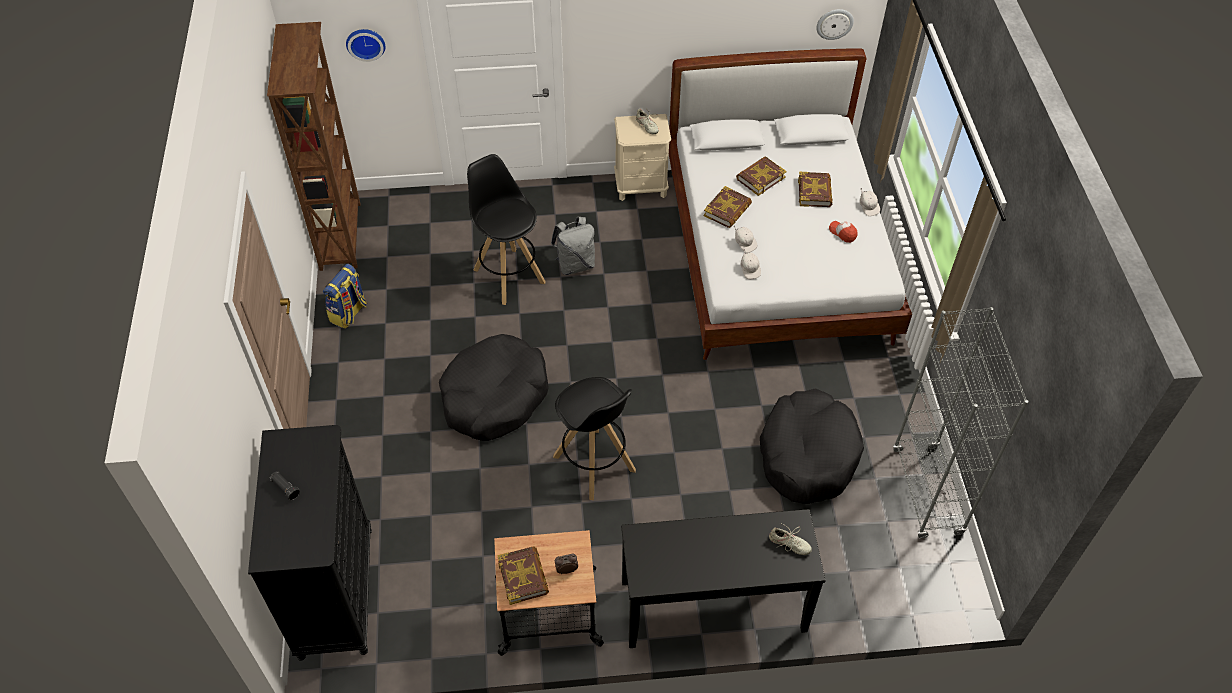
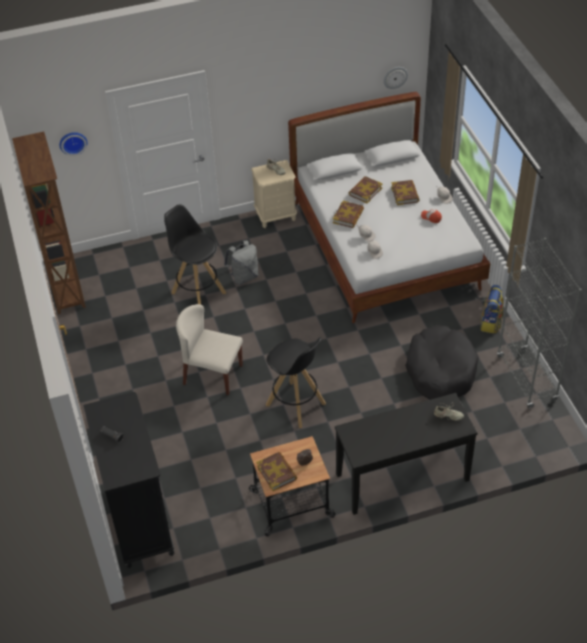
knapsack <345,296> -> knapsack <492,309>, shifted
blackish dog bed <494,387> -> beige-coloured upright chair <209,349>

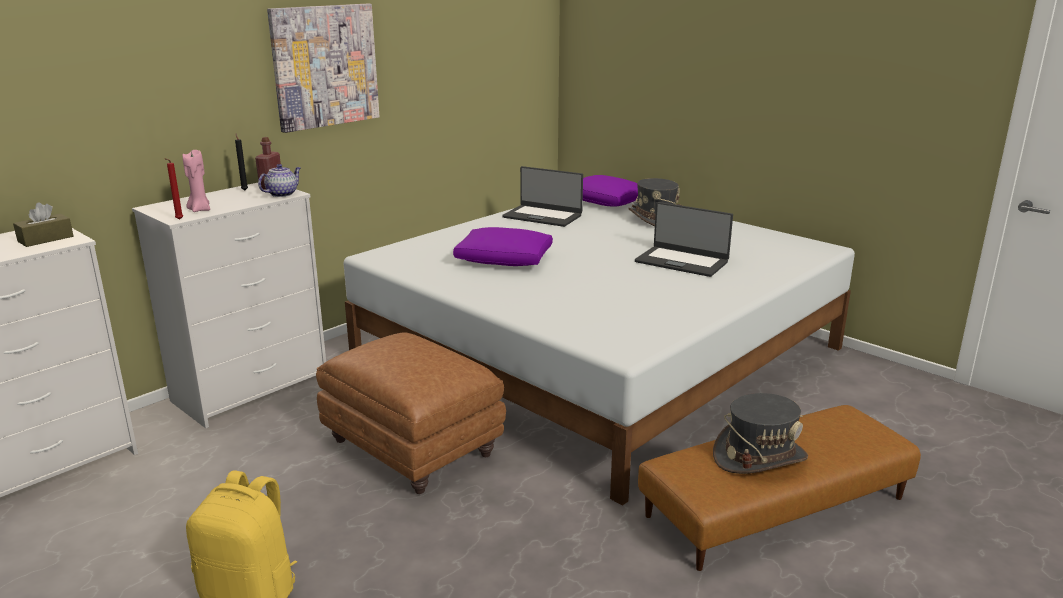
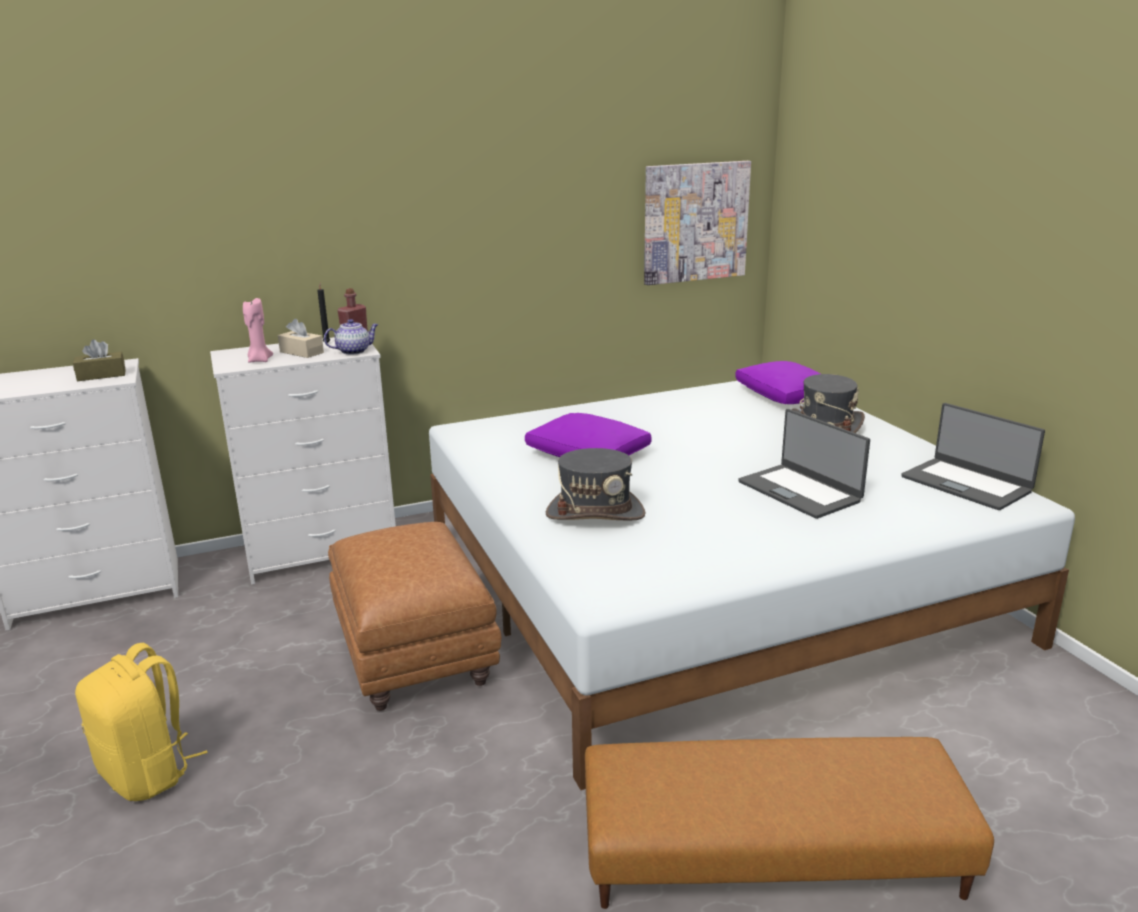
reddish wax candle <173,189> -> none
none -> beige-coloured box of tissues <301,338>
wall picture <323,68> -> wall picture <697,223>, shifted
portable computer <542,196> -> portable computer <973,456>, shifted
gray hat <760,433> -> gray hat <596,484>, shifted

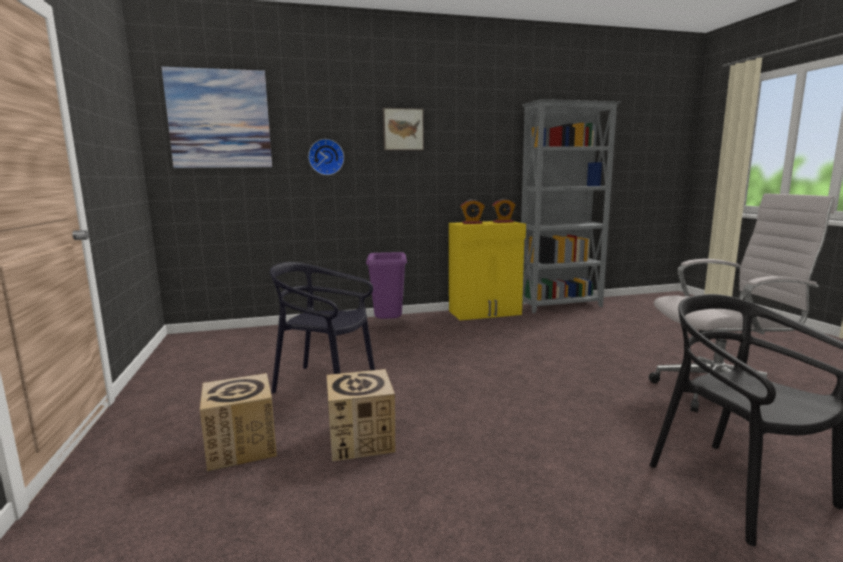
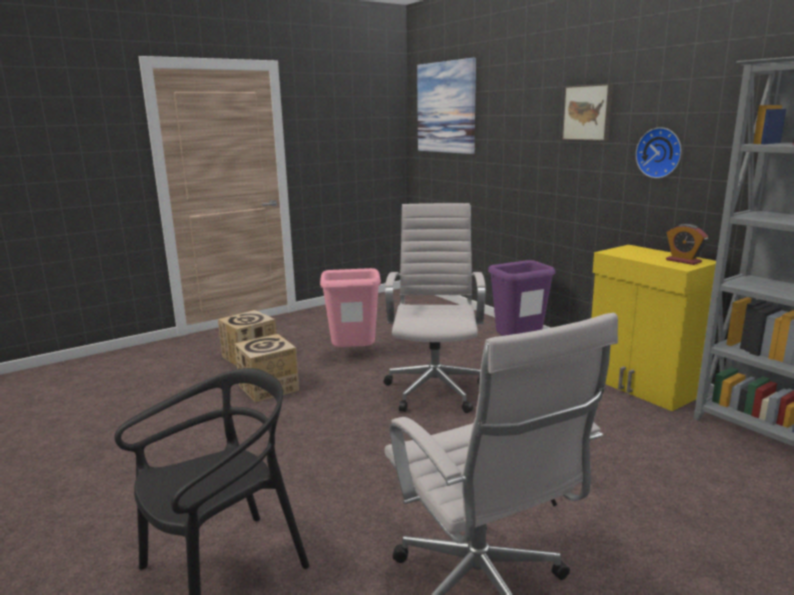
table clock <472,211> -> none
none -> whitish desk chair <435,308>
wall clock <326,157> -> wall clock <659,152>, shifted
blackish upright chair <322,327> -> pinkish waste bin <350,307>

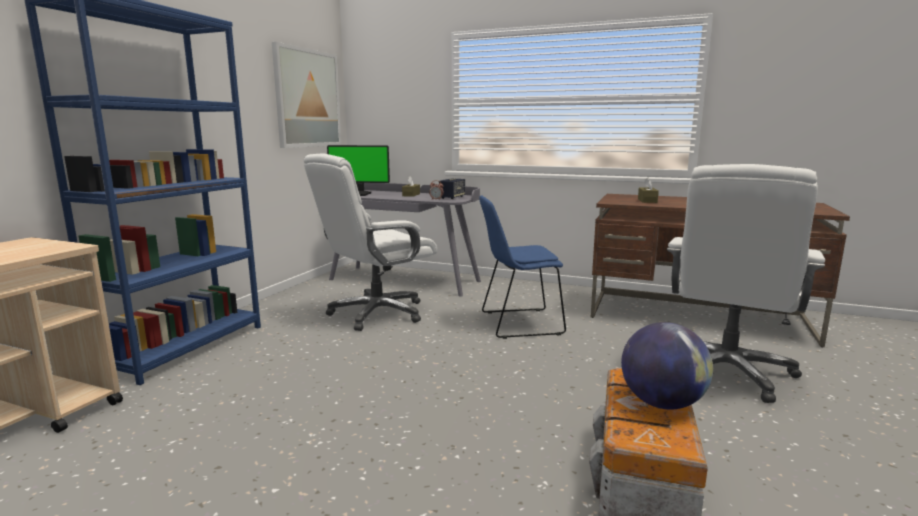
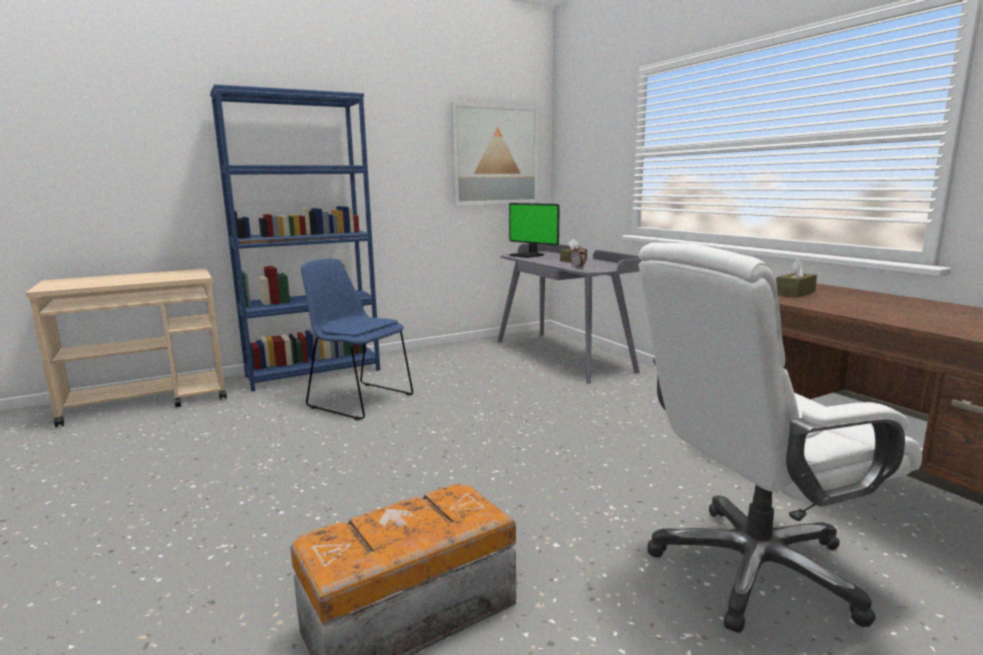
whitish desk chair <370,242> -> none
speaker <452,188> -> none
world globe <667,366> -> none
bluish upright chair <522,267> -> bluish upright chair <357,339>, shifted

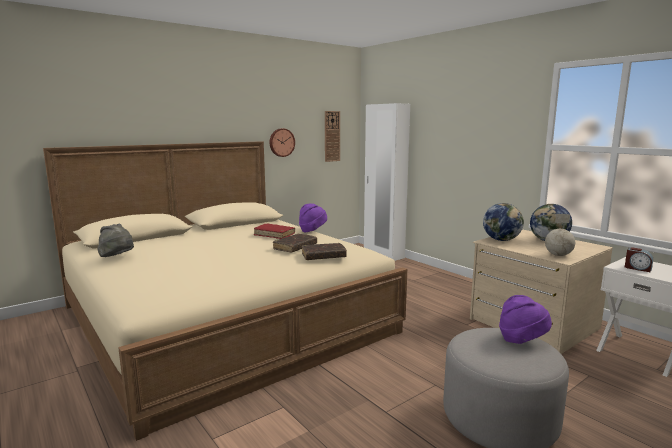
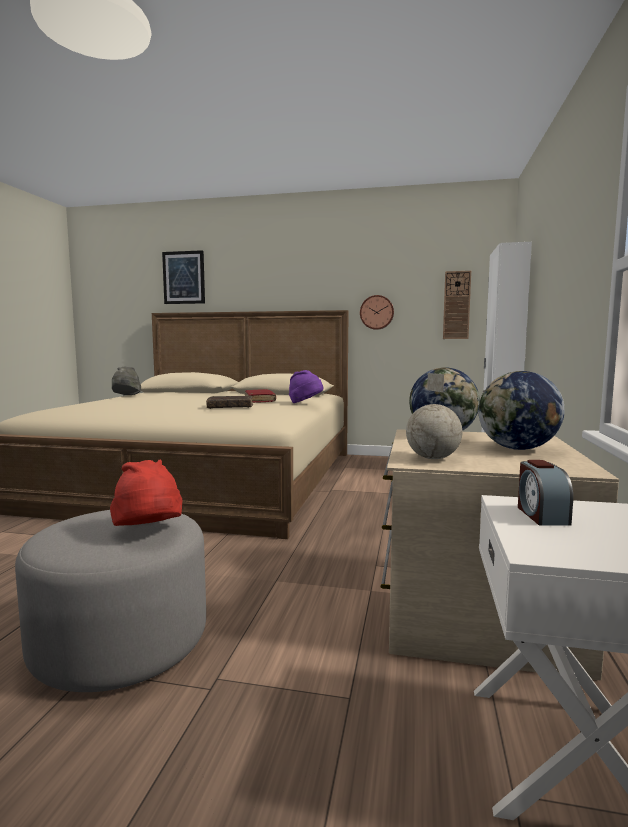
brown-coloured book <324,251> -> none
none -> wall picture <183,277>
purple-coloured hat <525,319> -> reddish hat <146,493>

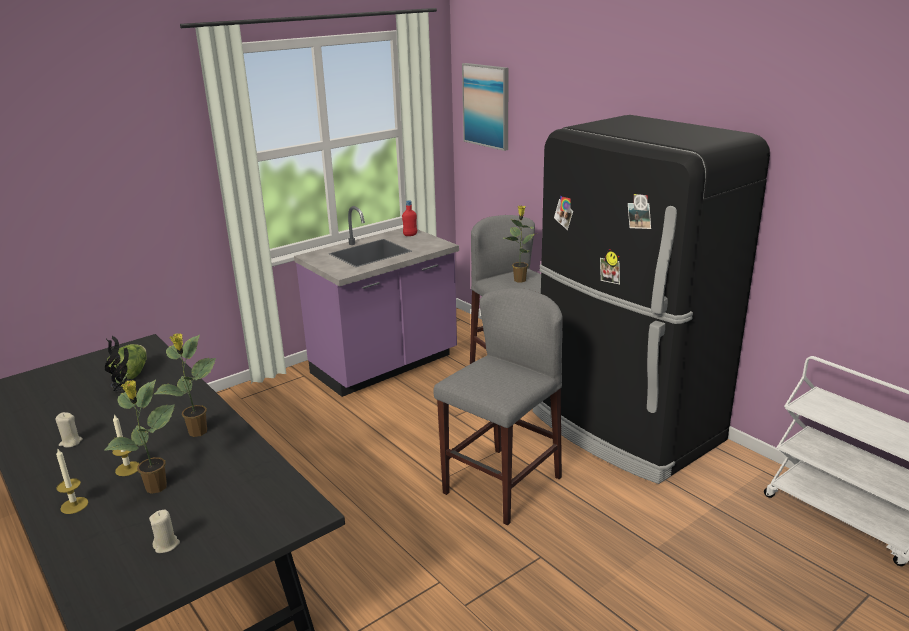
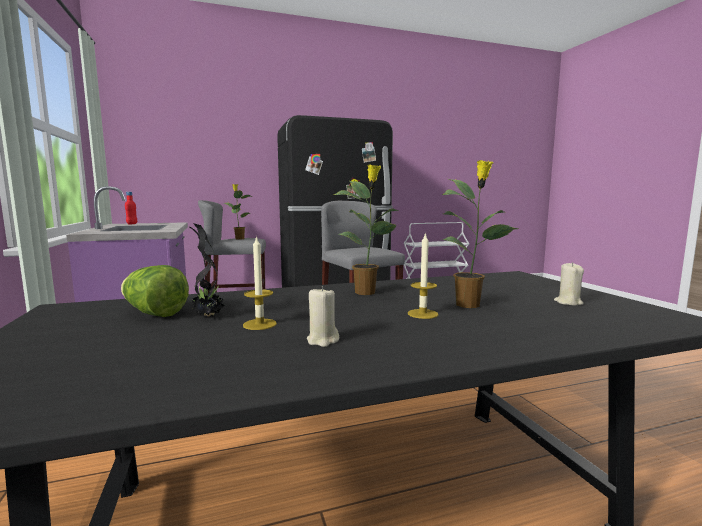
wall picture <485,107> -> none
wax candle <72,481> -> wax candle <260,282>, shifted

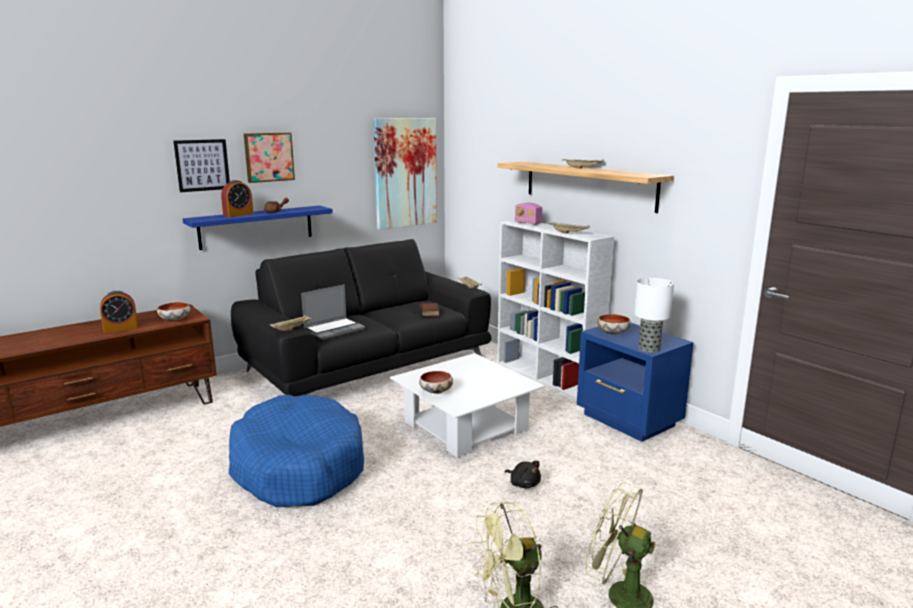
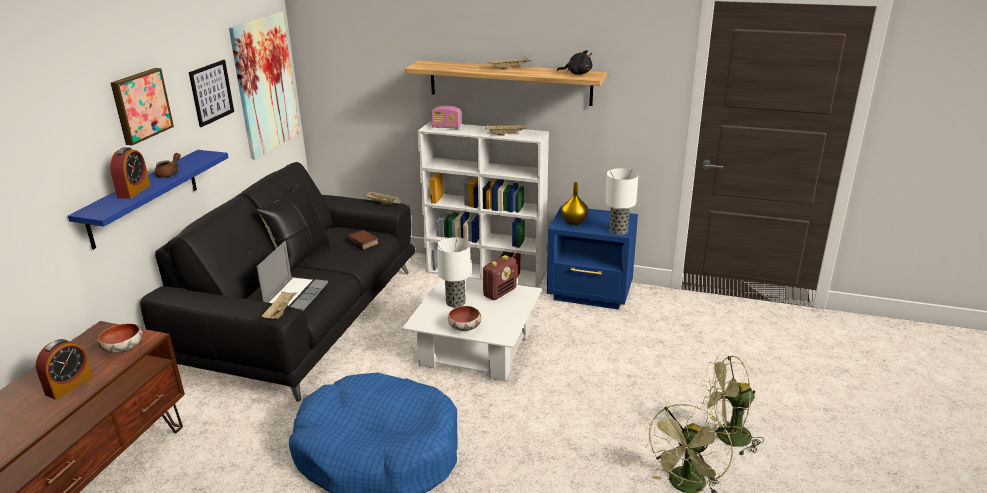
none -> blackish cushion <293,227>
none -> tabletop lamp <454,272>
none -> radio receiver <499,277>
wall picture <201,165> -> wall picture <211,93>, shifted
blackish cuddly toy <523,474> -> blackish cuddly toy <574,62>, shifted
deep dish <614,324> -> yellowish vase <575,203>

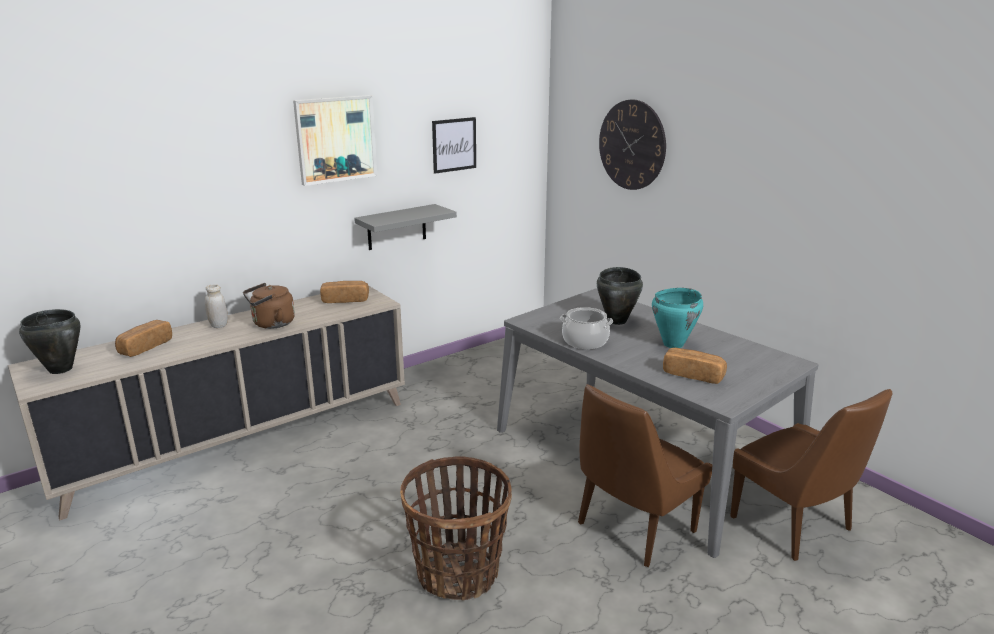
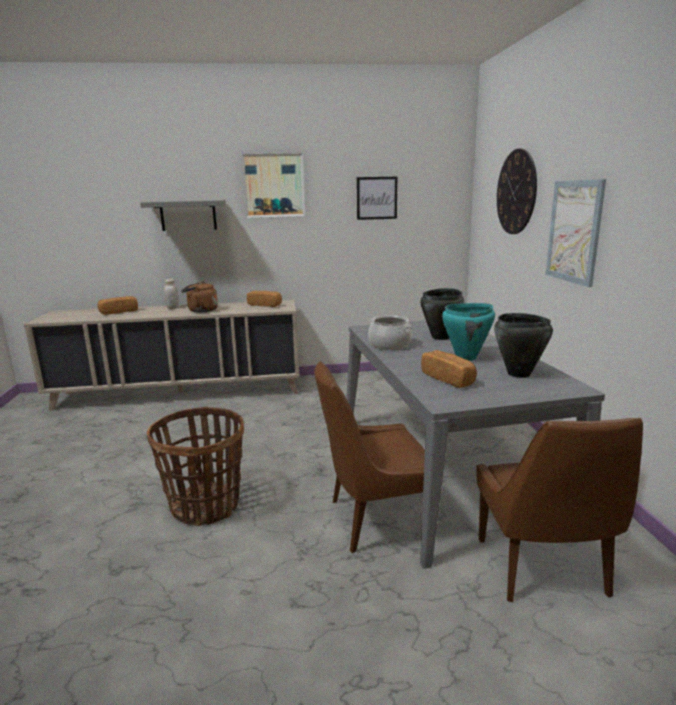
none -> wall picture <576,233>
blackish cooking pot <49,341> -> blackish cooking pot <523,345>, shifted
gray wall shelf <405,227> -> gray wall shelf <182,215>, shifted

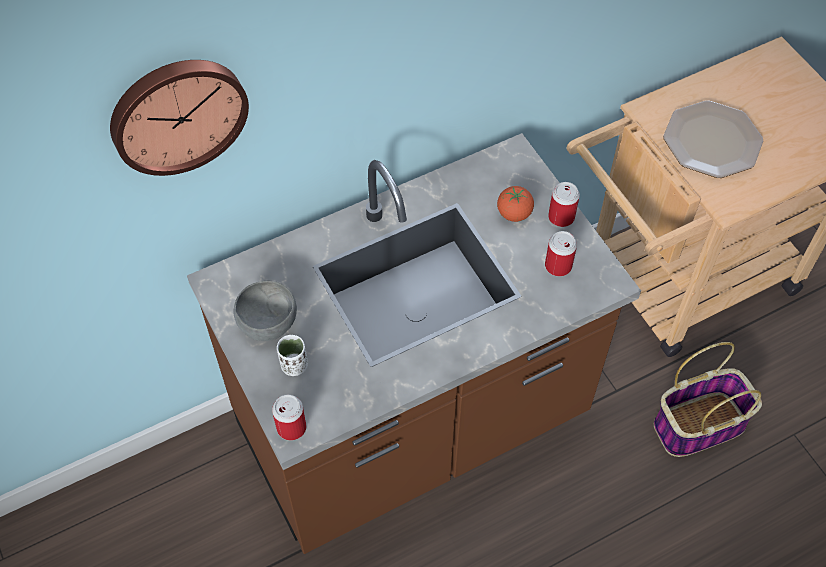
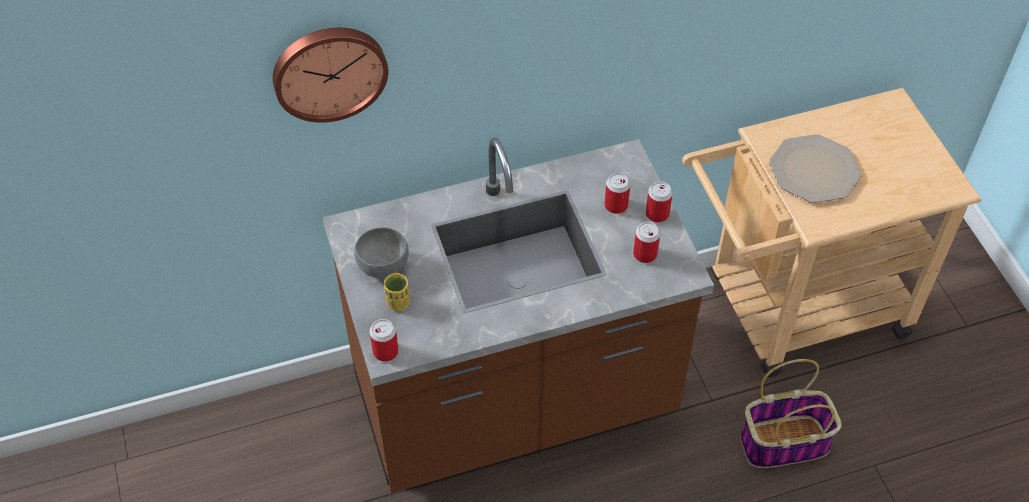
tomato <515,204> -> can <617,193>
whitish small cup <292,355> -> yellowish small cup <397,292>

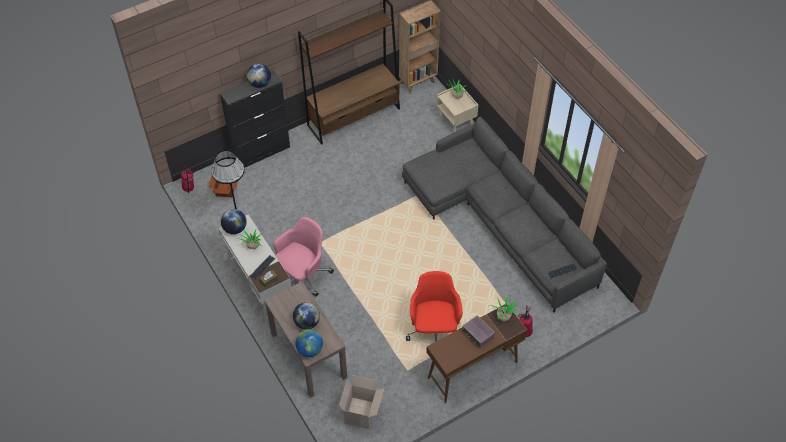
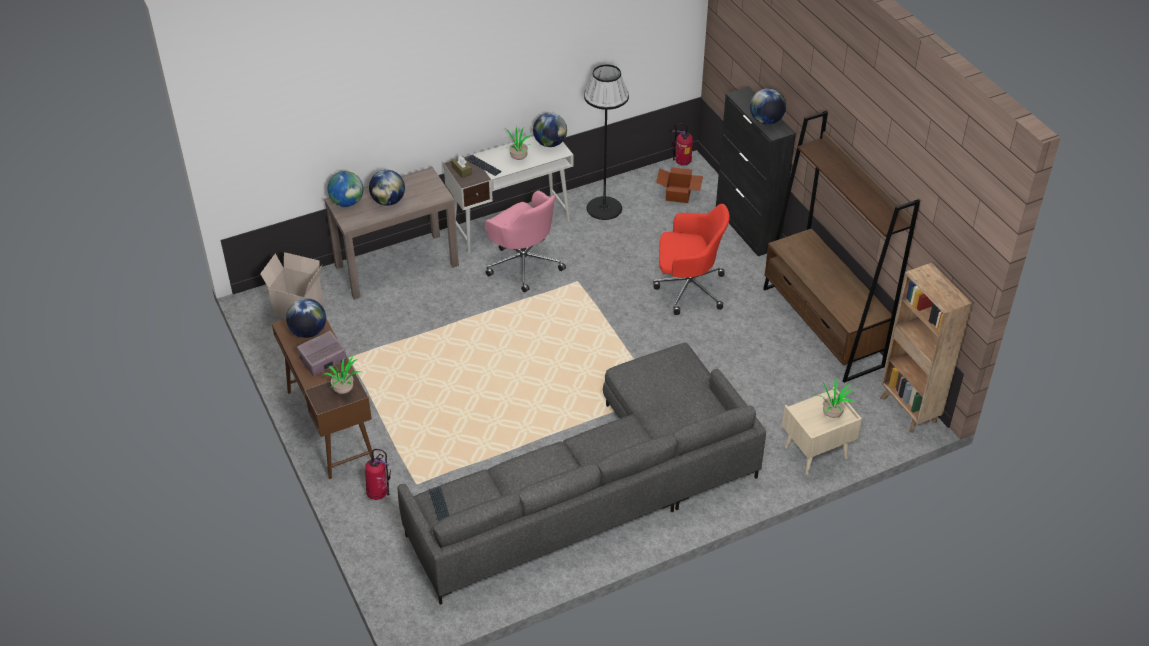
none -> world globe <306,318>
reddish desk chair <434,306> -> reddish desk chair <691,259>, shifted

